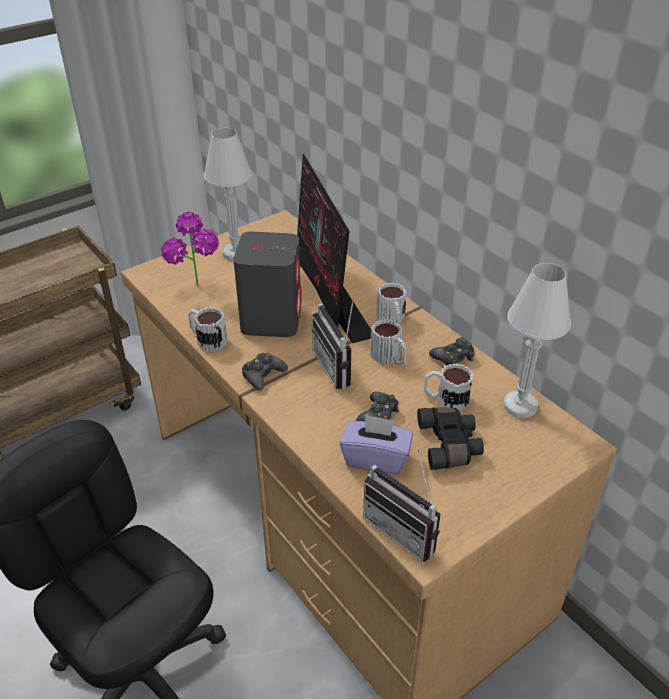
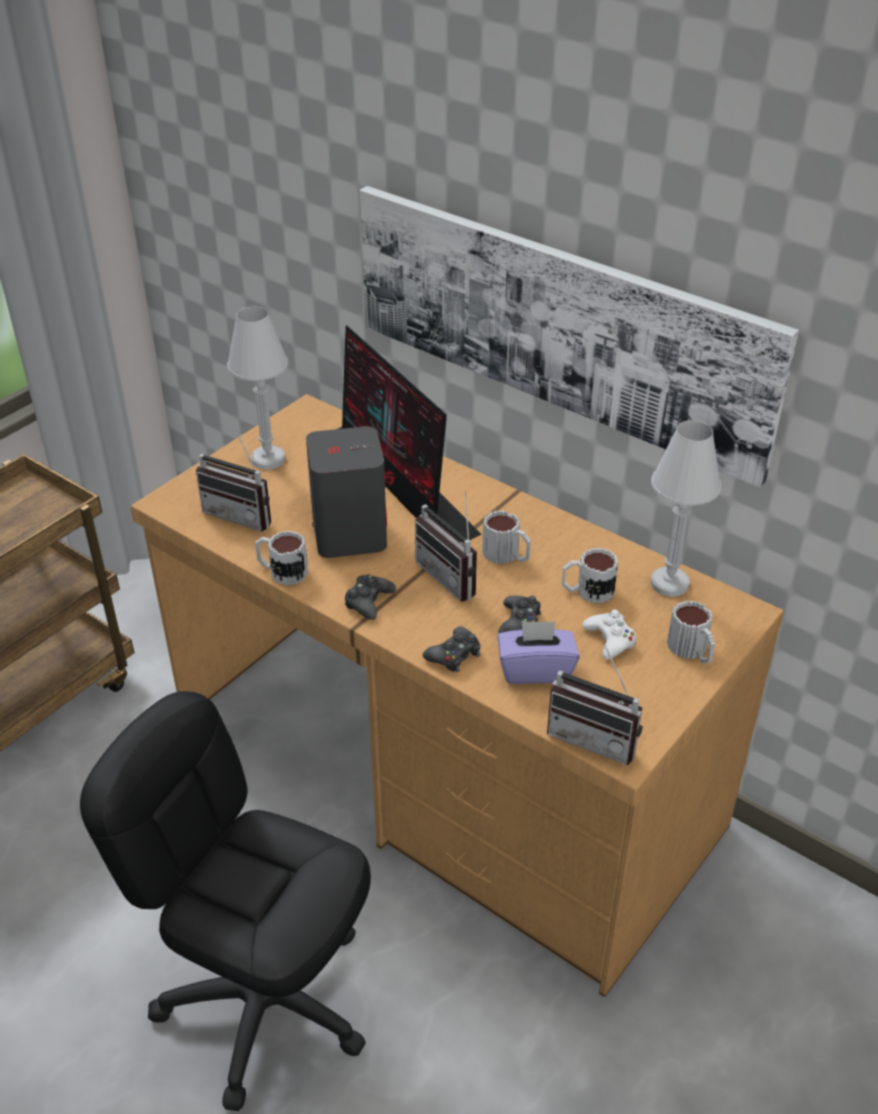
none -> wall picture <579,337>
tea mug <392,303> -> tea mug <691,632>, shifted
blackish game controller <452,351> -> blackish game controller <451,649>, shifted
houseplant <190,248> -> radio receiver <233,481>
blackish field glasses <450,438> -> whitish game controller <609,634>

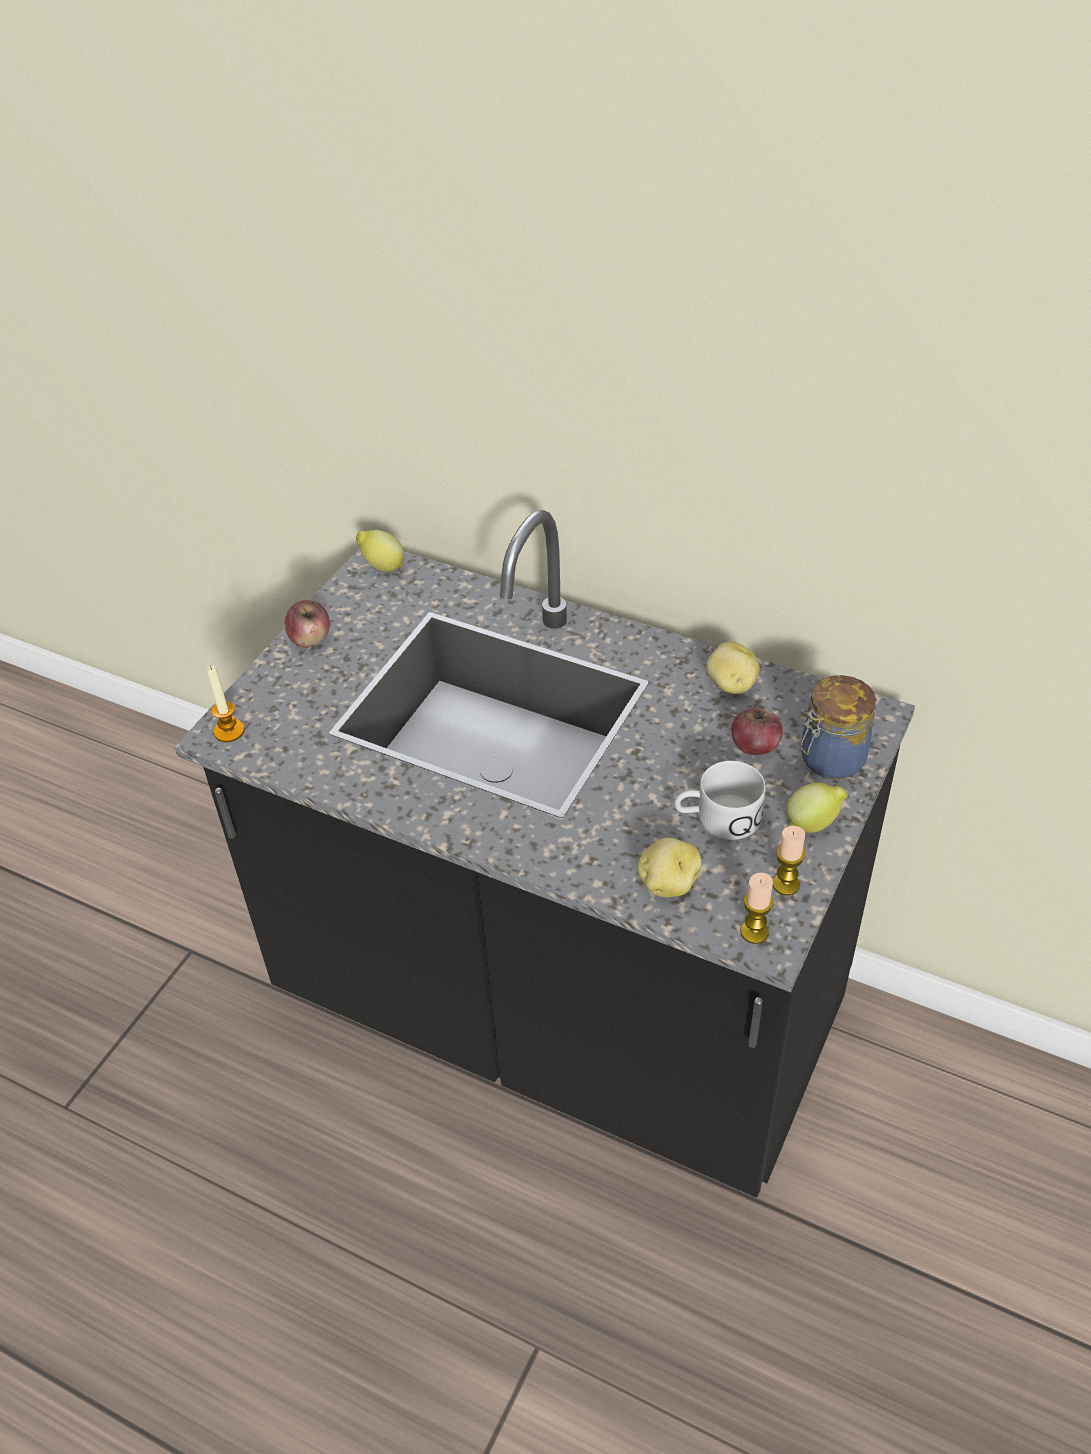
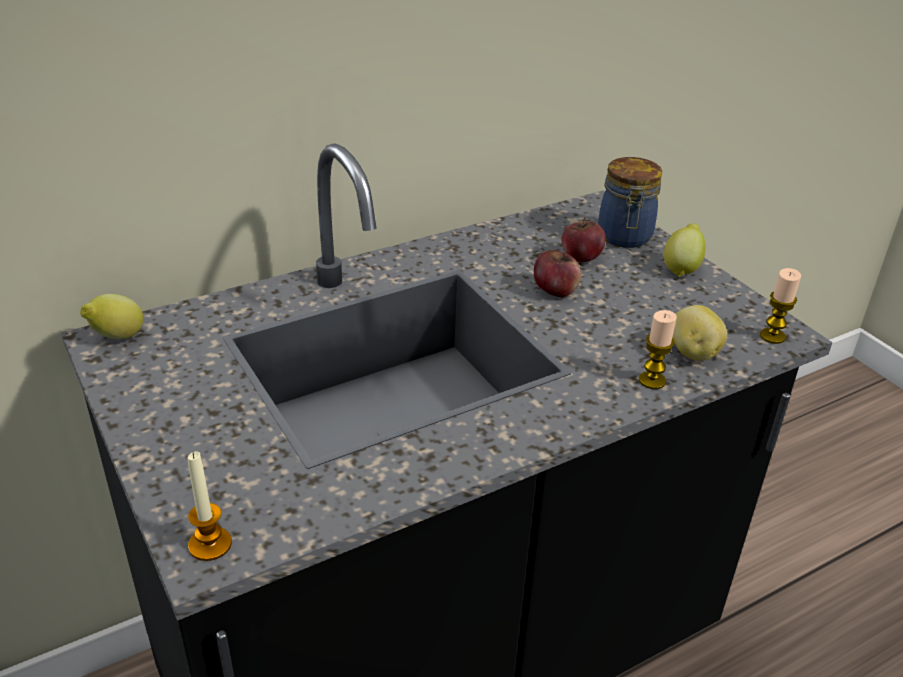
whitish tea mug <720,800> -> none
whole potato <733,667> -> none
whole apple <307,624> -> whole apple <557,273>, shifted
wax candle <789,861> -> wax candle <658,349>, shifted

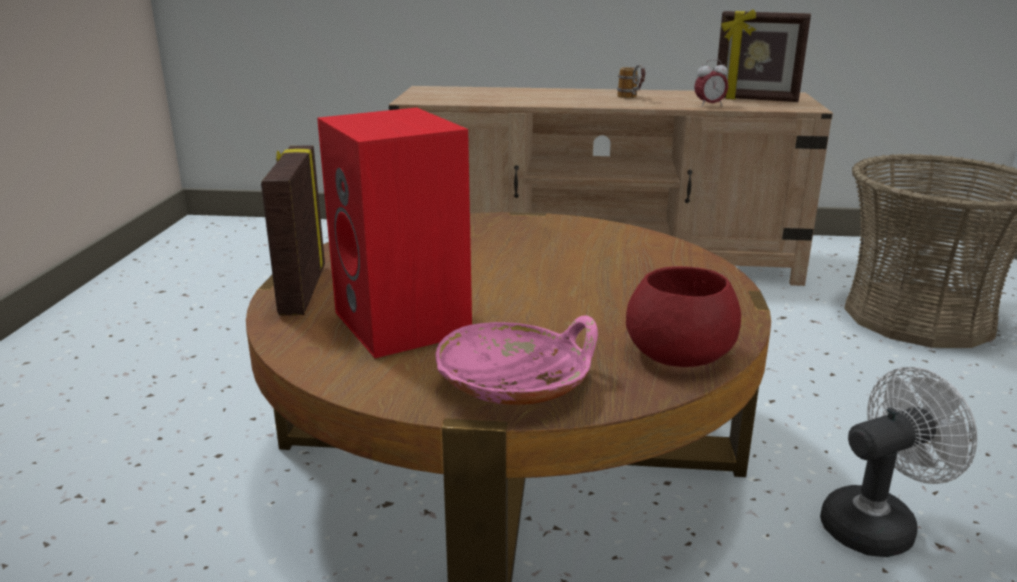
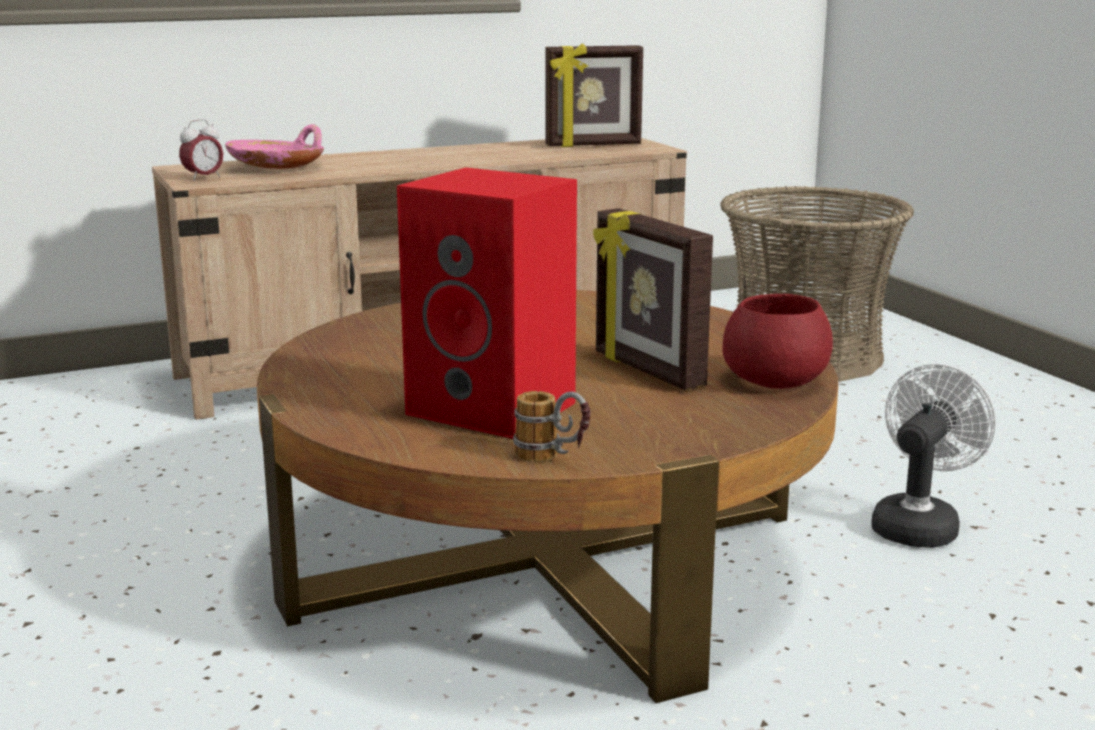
picture frame <293,230> -> picture frame <653,299>, shifted
pinkish deep dish <517,360> -> pinkish deep dish <274,146>, shifted
tea mug <631,81> -> tea mug <551,426>, shifted
table clock <711,83> -> table clock <201,150>, shifted

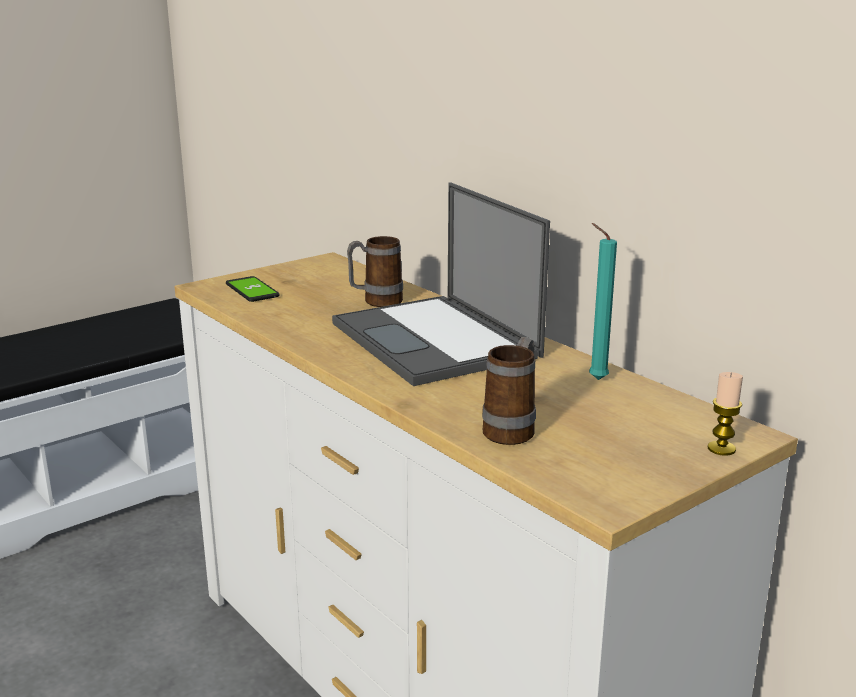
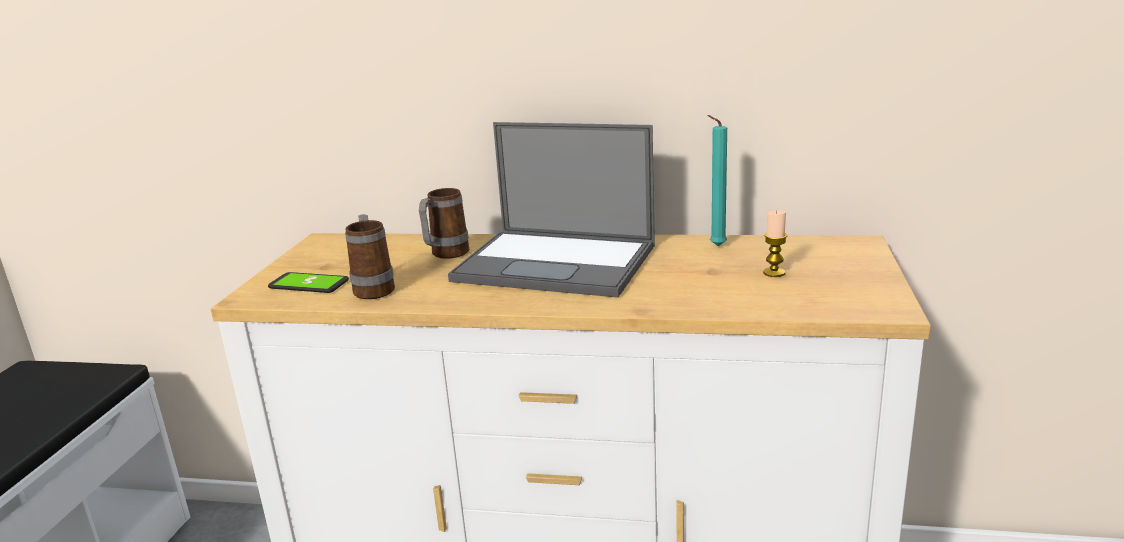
tea mug <509,391> -> tea mug <370,256>, shifted
wax candle <725,414> -> wax candle <775,243>, shifted

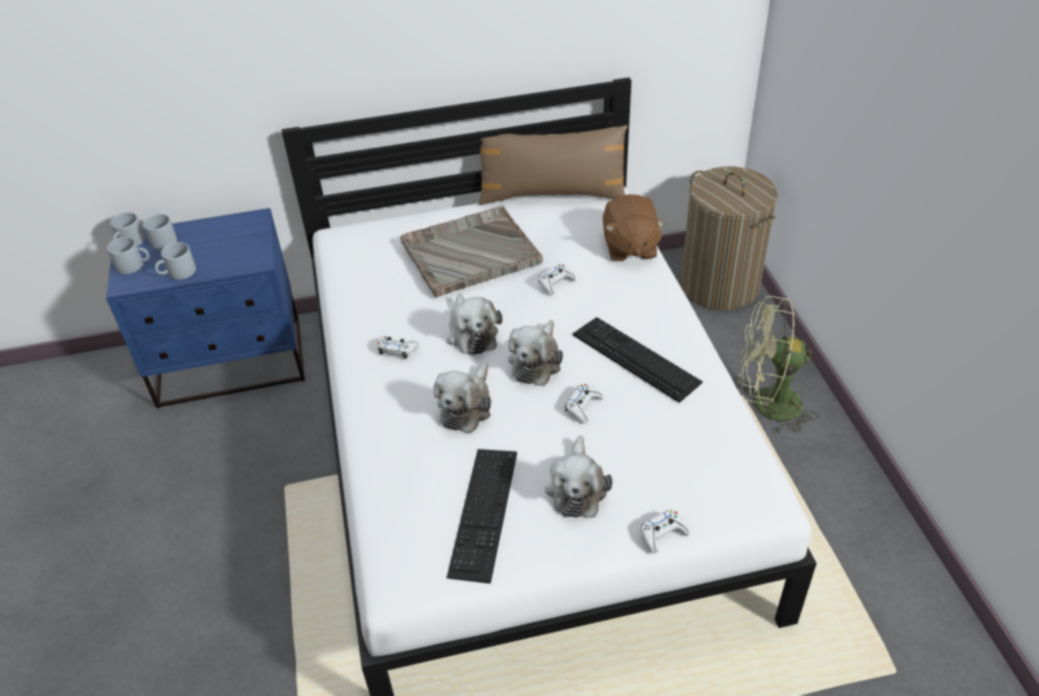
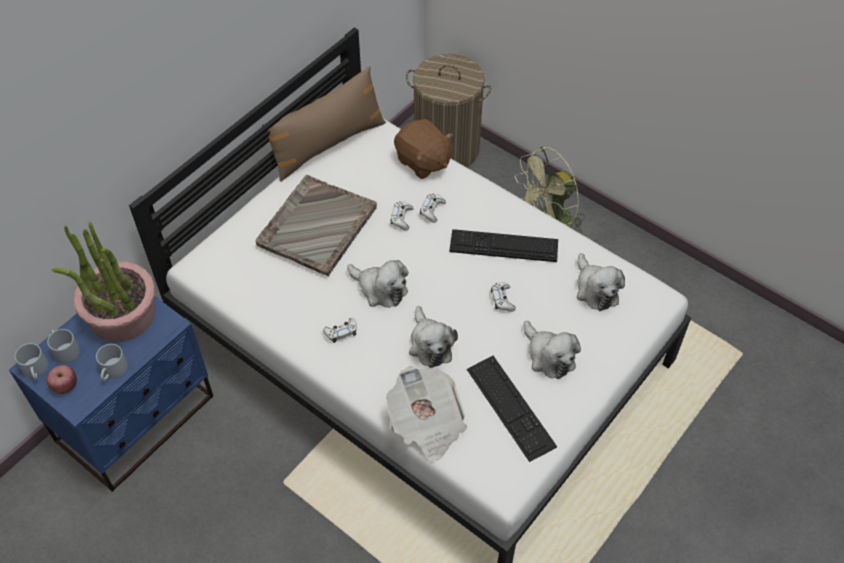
none -> houseplant <103,281>
none -> newspaper <426,413>
cuddly toy <535,353> -> cuddly toy <601,282>, shifted
whitish game controller <665,532> -> whitish game controller <433,208>, shifted
gray tea mug <128,255> -> whole apple <61,379>

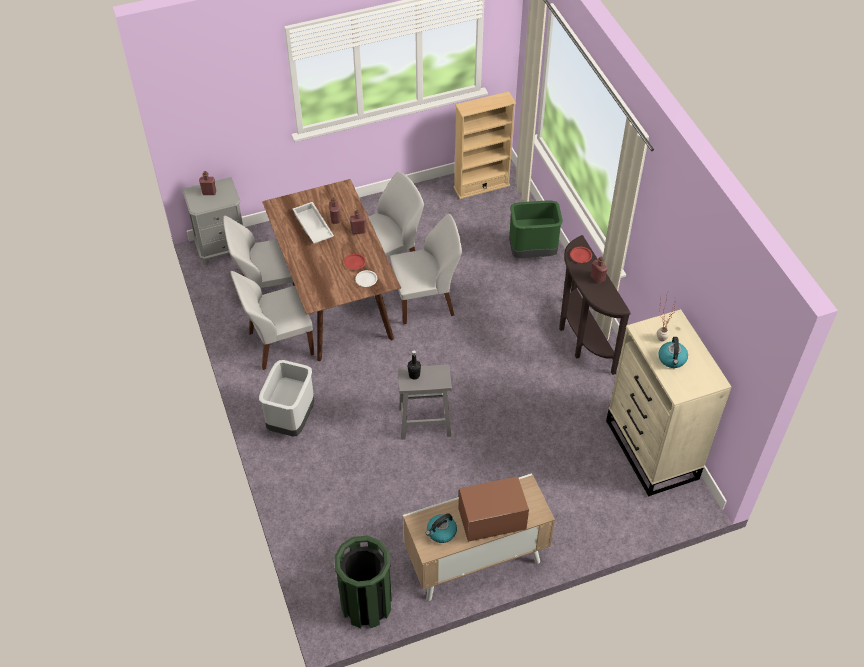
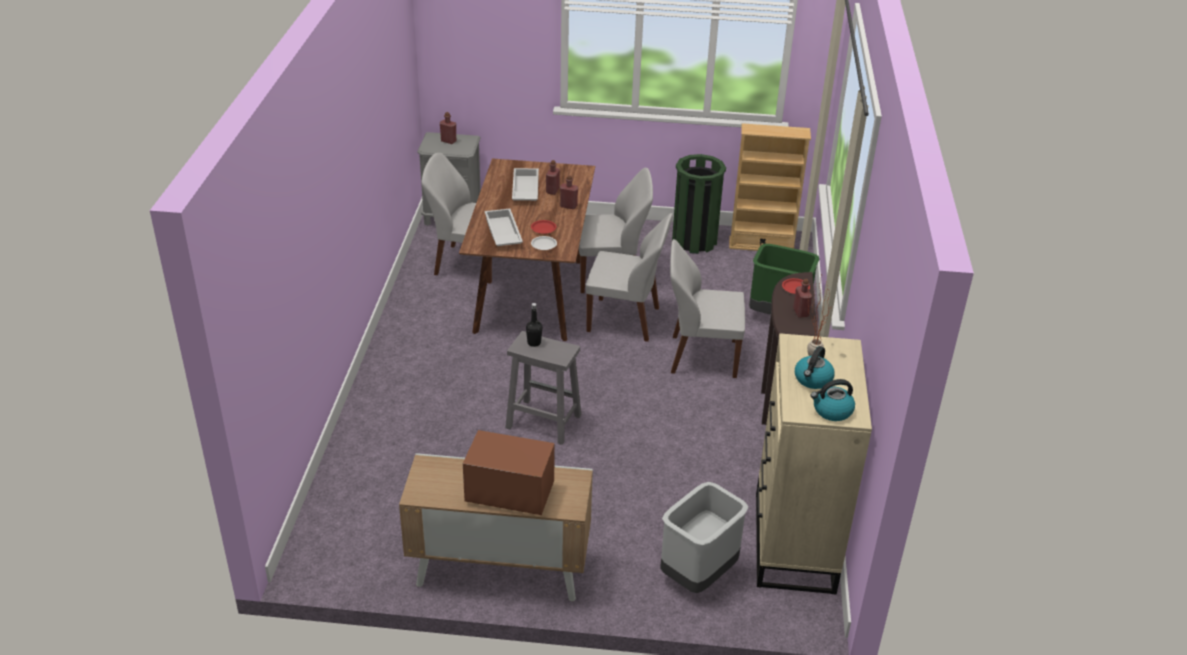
none -> whitish tray <503,227>
whitish upright chair <272,320> -> whitish upright chair <707,308>, shifted
gray waste bin <286,398> -> gray waste bin <704,537>, shifted
green waste bin <363,581> -> green waste bin <699,204>, shifted
kettle <441,528> -> kettle <833,400>, shifted

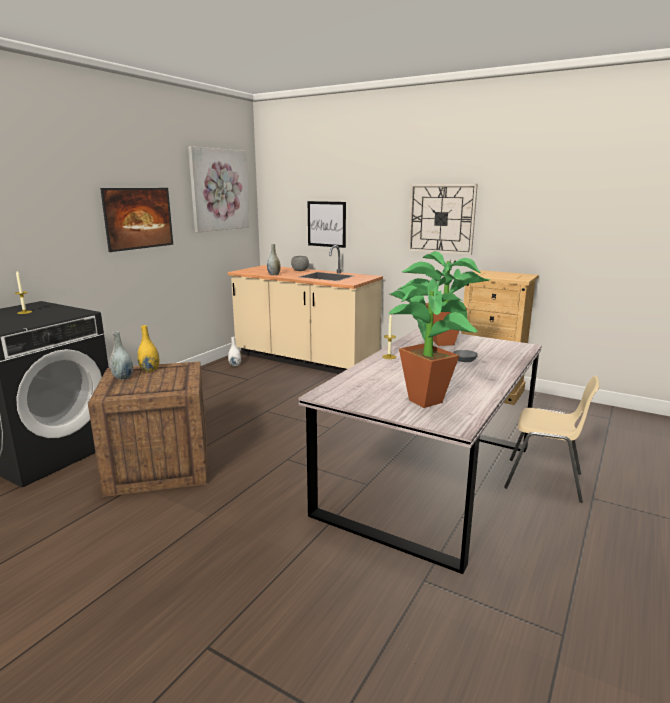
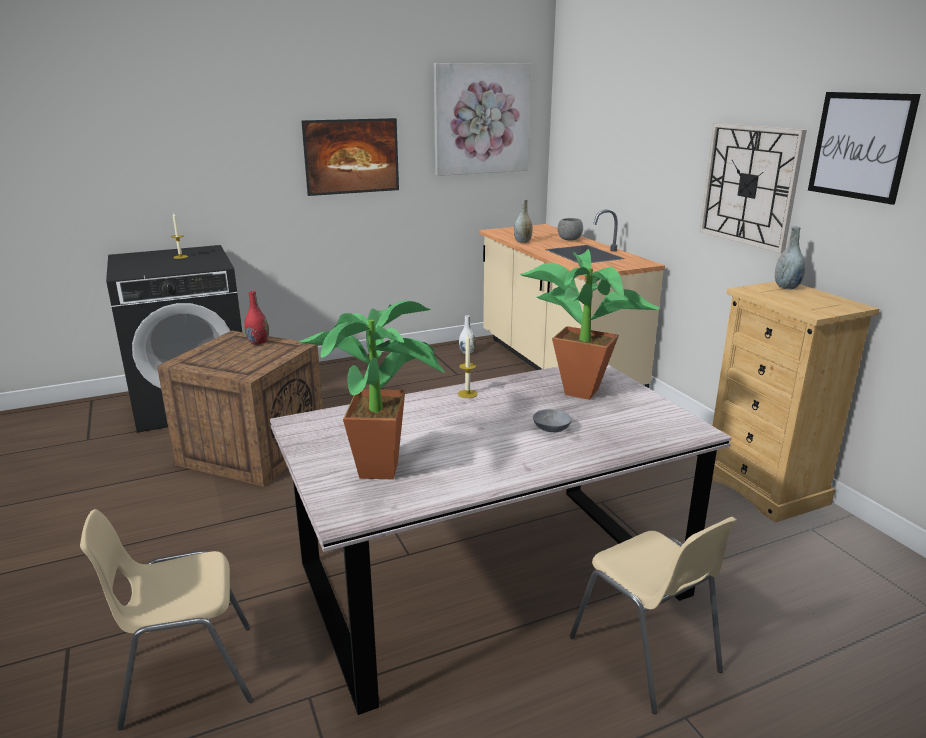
none -> beige-coloured upright chair <166,619>
gray vase <121,355> -> gray vase <790,258>, shifted
wall picture <327,224> -> wall picture <864,148>, shifted
yellowish vase <148,348> -> reddish vase <257,318>

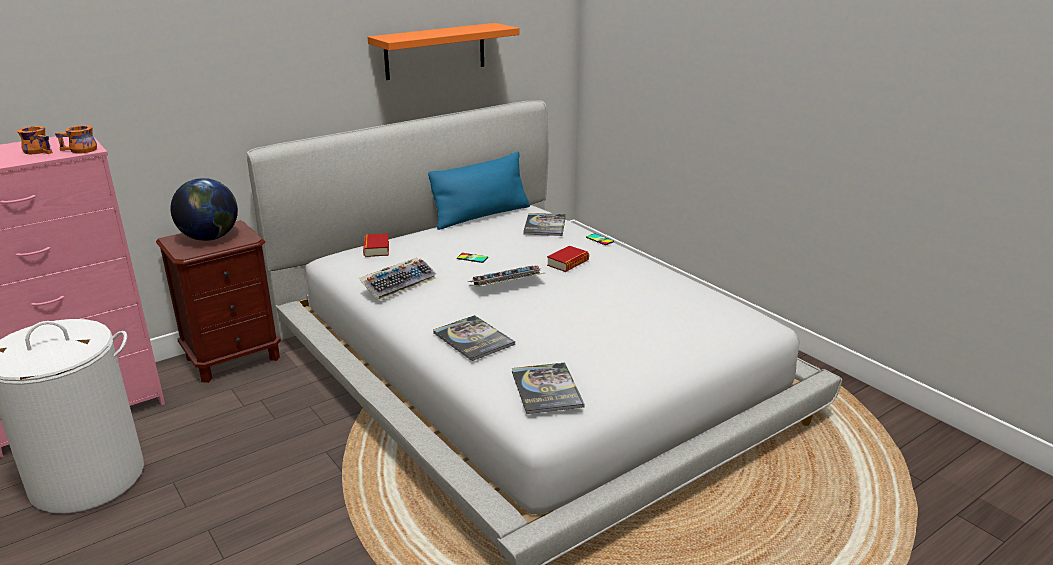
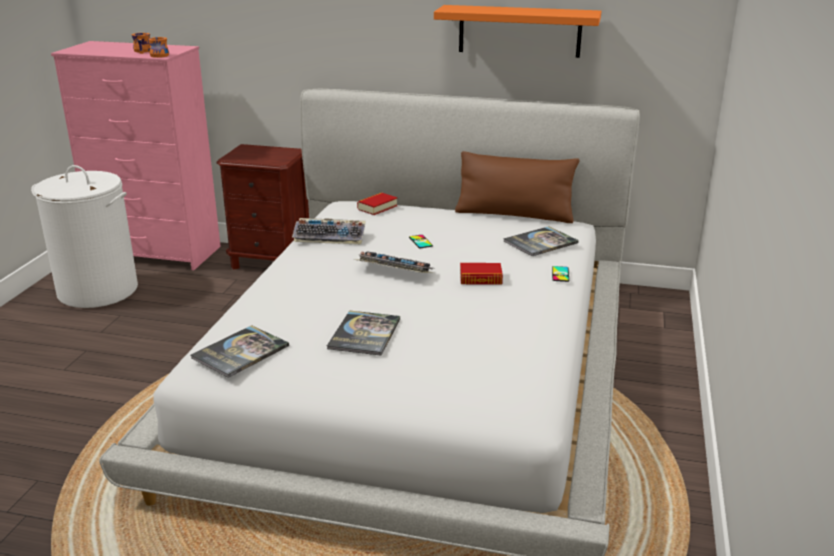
world globe <204,209> -> none
book <474,338> -> book <363,333>, shifted
bluish cushion <479,190> -> brown-coloured cushion <517,187>

